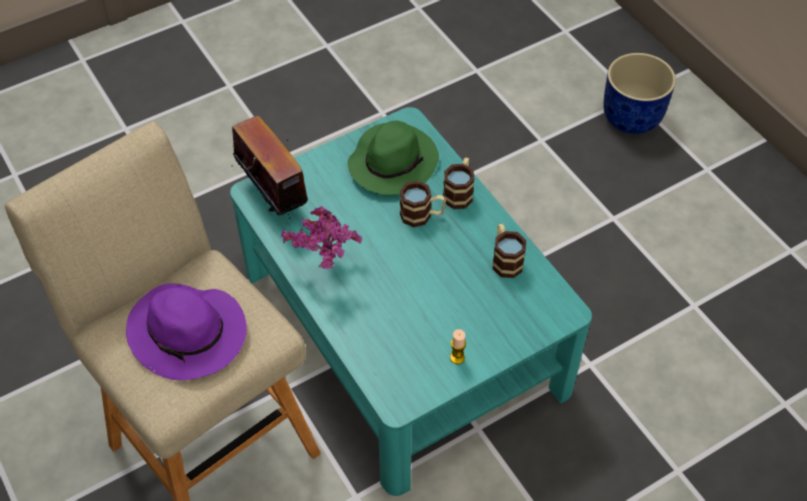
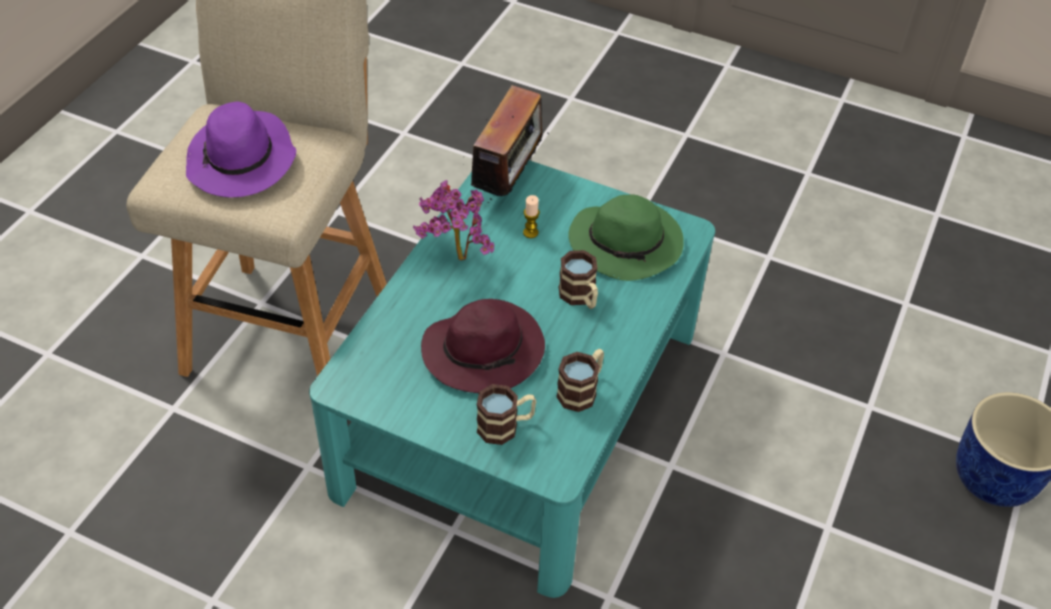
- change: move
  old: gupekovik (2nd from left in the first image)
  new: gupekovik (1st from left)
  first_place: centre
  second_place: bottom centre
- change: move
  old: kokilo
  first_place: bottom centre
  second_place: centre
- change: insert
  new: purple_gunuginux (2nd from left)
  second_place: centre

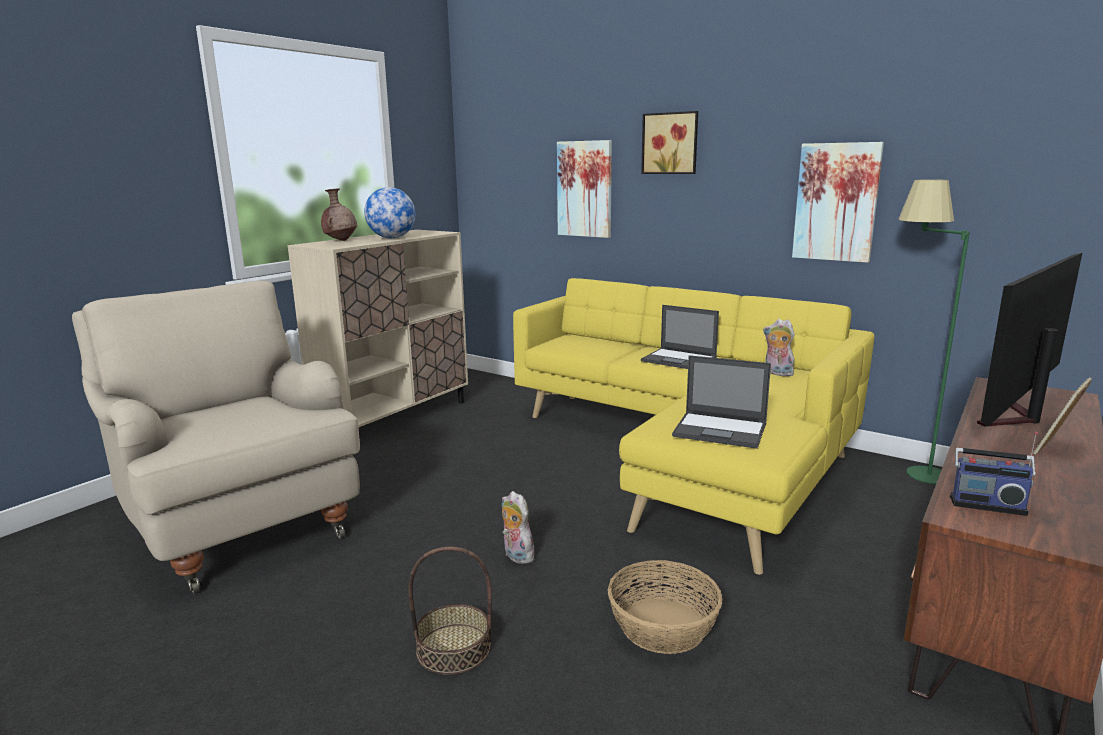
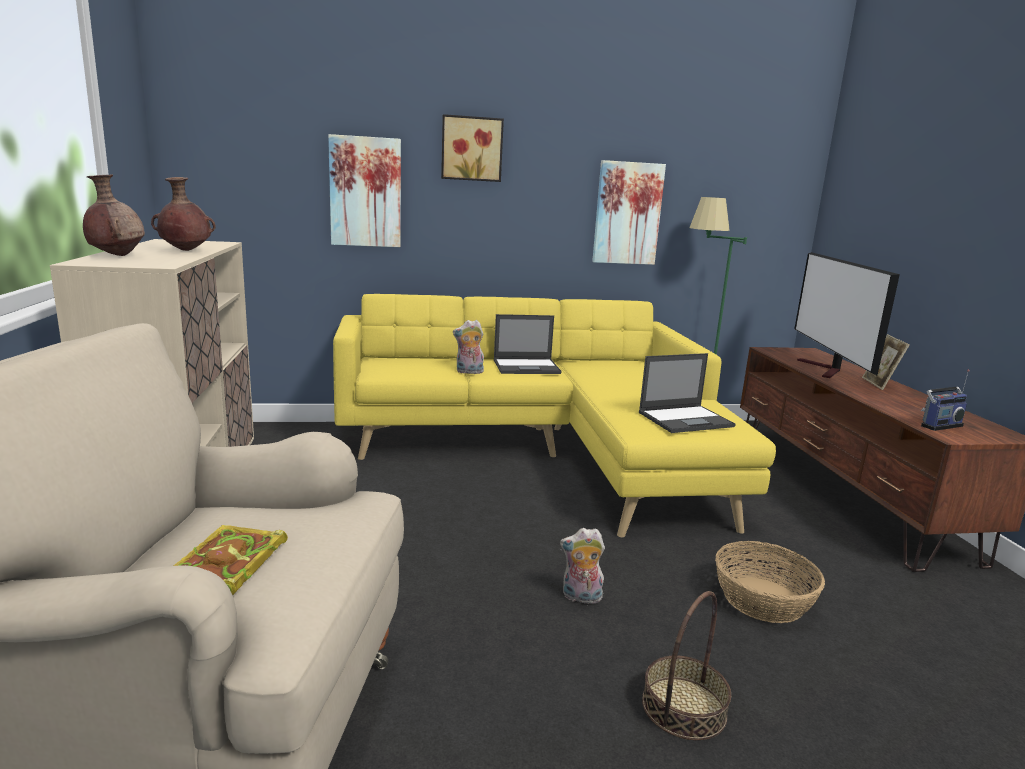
- change: replace
  old: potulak
  new: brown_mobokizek (2nd from left)
  first_place: top centre
  second_place: top left
- change: move
  old: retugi (2nd from left in the first image)
  new: retugi (1st from left)
  first_place: middle right
  second_place: centre
- change: insert
  new: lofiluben
  second_place: bottom left

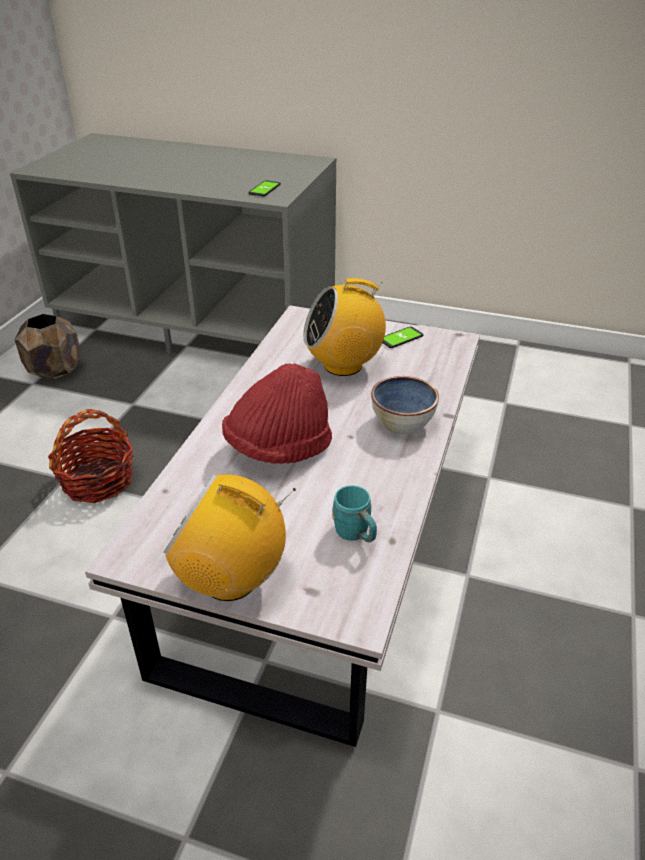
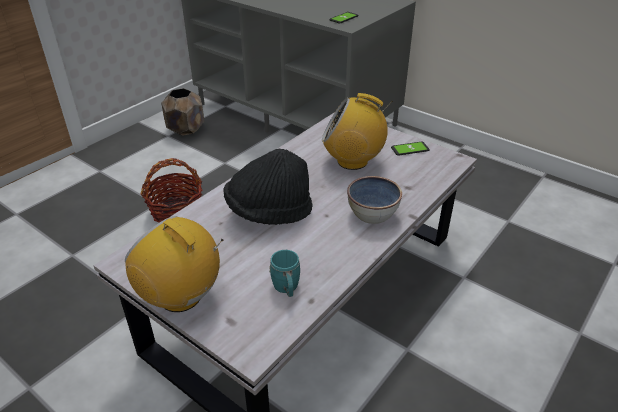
- change: recolor
  old: red_gunuginux
  new: black_gunuginux
  first_place: centre
  second_place: centre

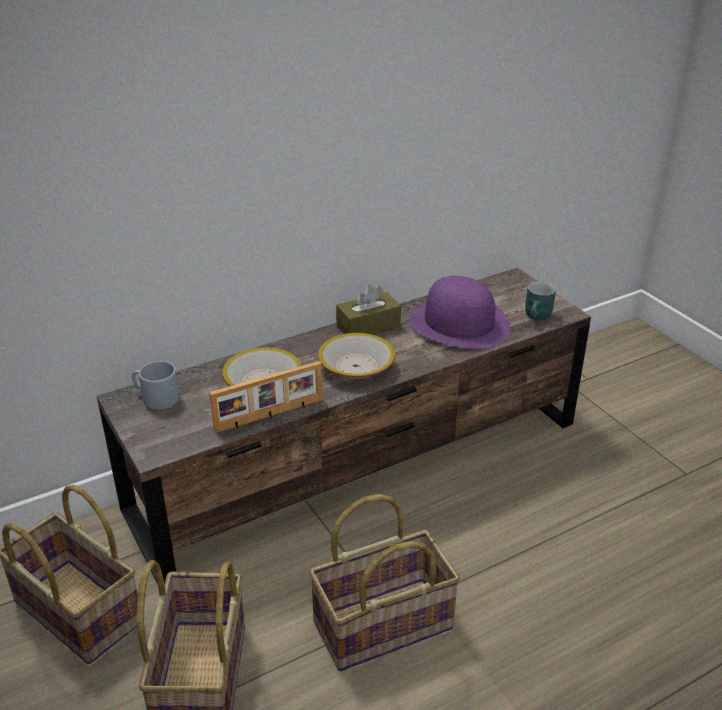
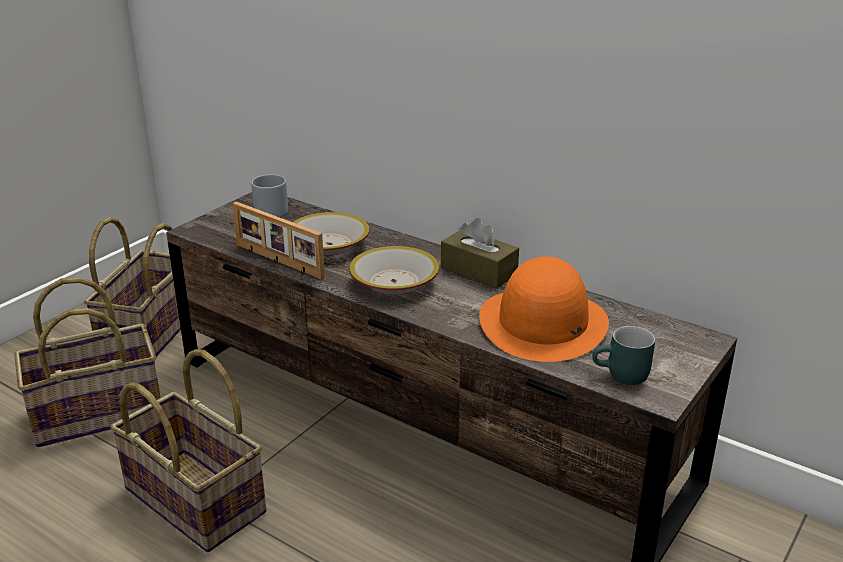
- change: recolor
  old: purple_gunuginux
  new: orange_gunuginux
  first_place: centre
  second_place: centre

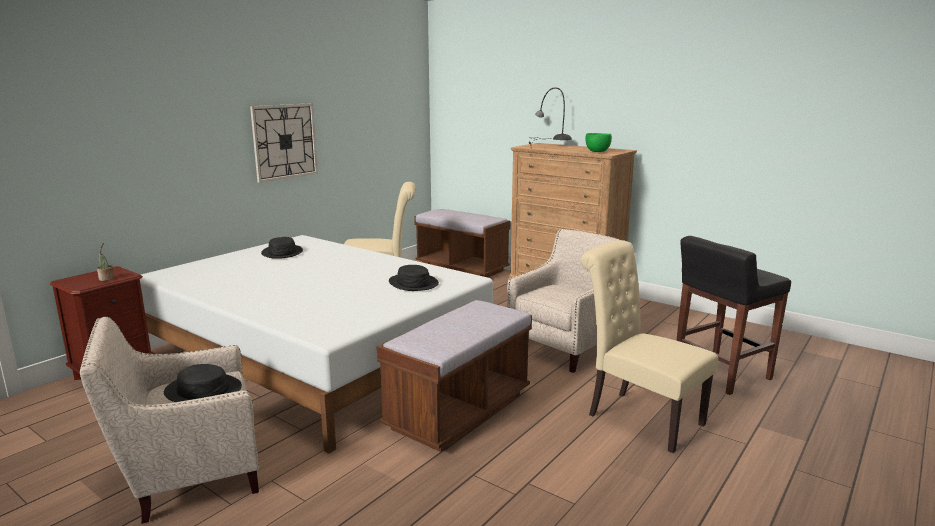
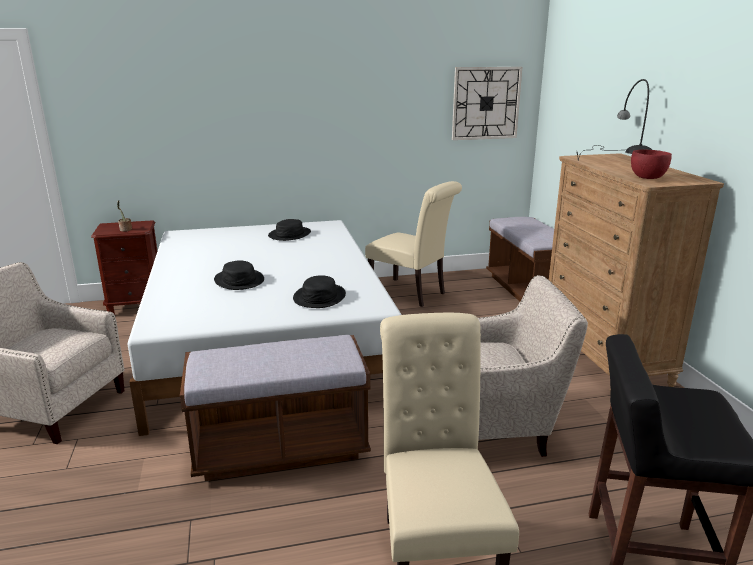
- change: move
  old: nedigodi
  first_place: top left
  second_place: top centre
- change: recolor
  old: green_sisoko
  new: red_sisoko
  first_place: top centre
  second_place: top right
- change: move
  old: black_gunuginux (1st from left)
  first_place: bottom left
  second_place: middle left

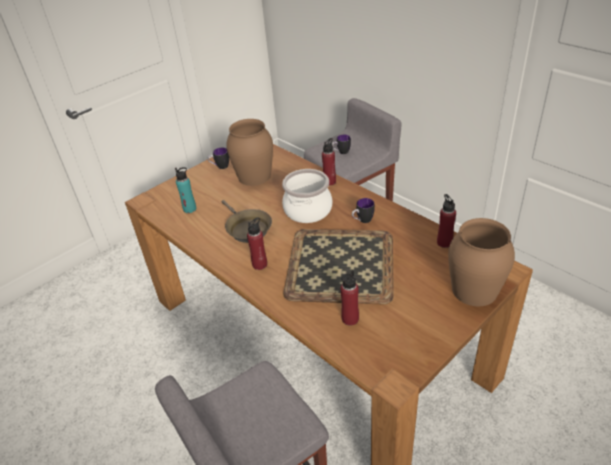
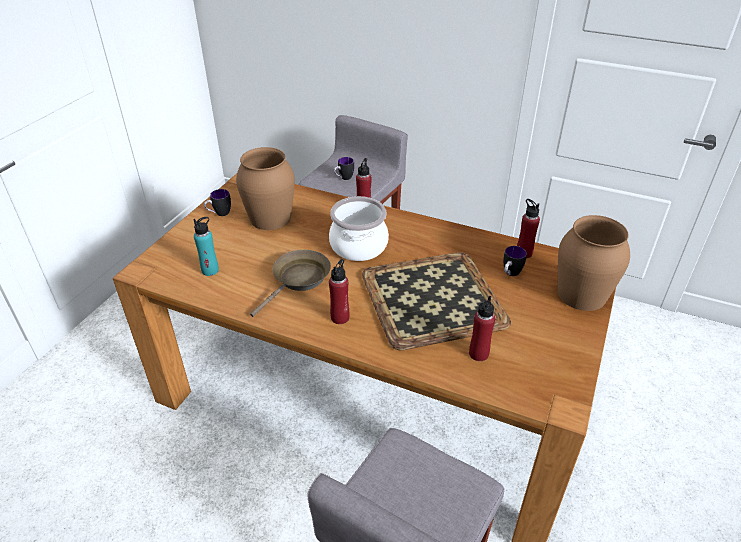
- change: move
  old: gupekovik (3rd from left)
  first_place: centre
  second_place: middle right
- change: rotate
  old: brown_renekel
  first_place: centre
  second_place: centre
  degrees: -90

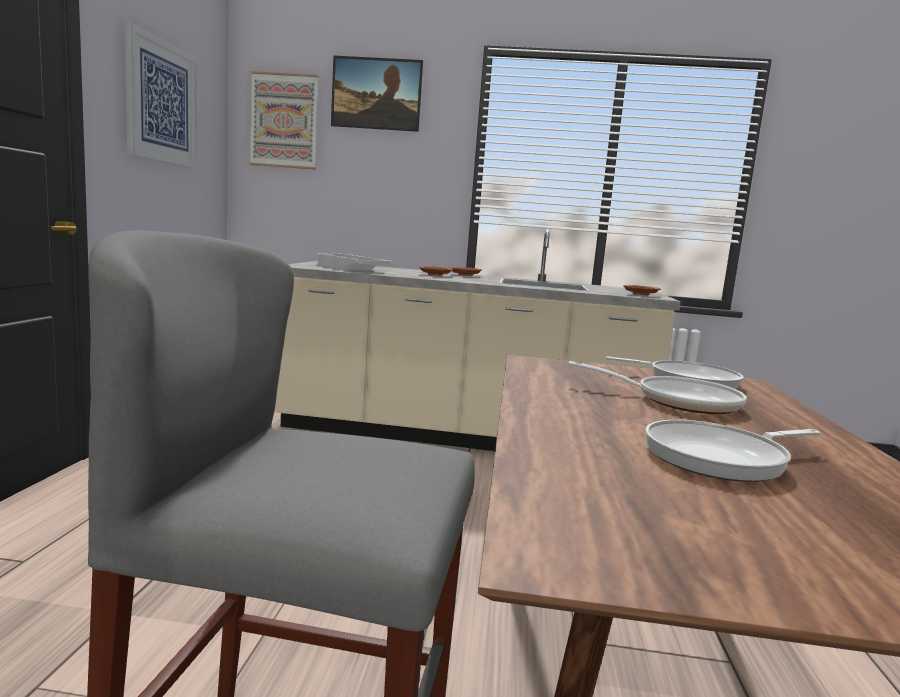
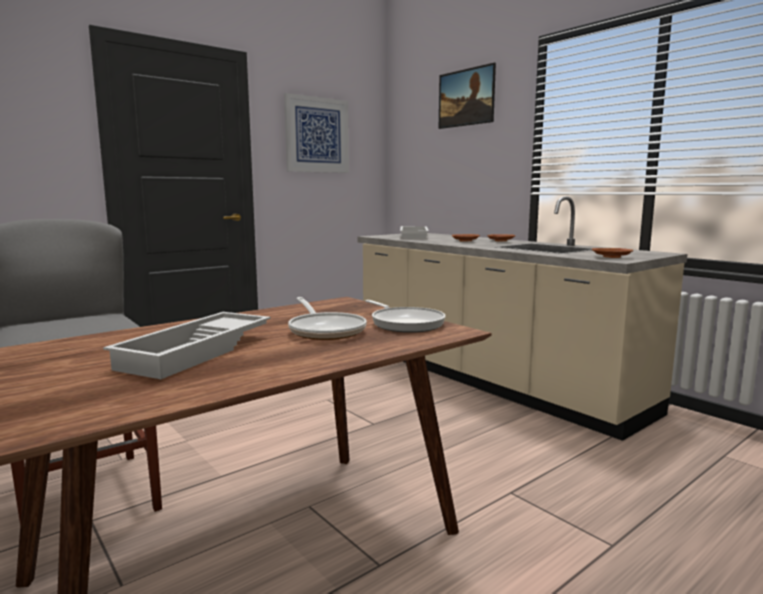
- change: delete
  old: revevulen (2nd from left)
  first_place: top left
- change: replace
  old: renekel (3rd from left)
  new: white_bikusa (1st from left)
  first_place: middle right
  second_place: middle left

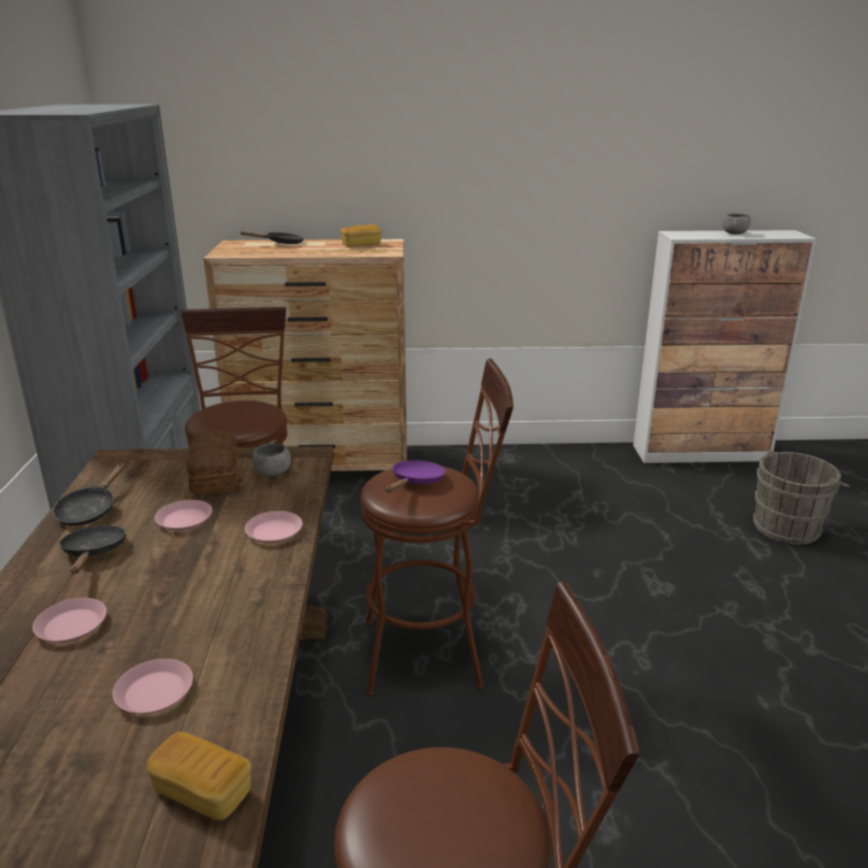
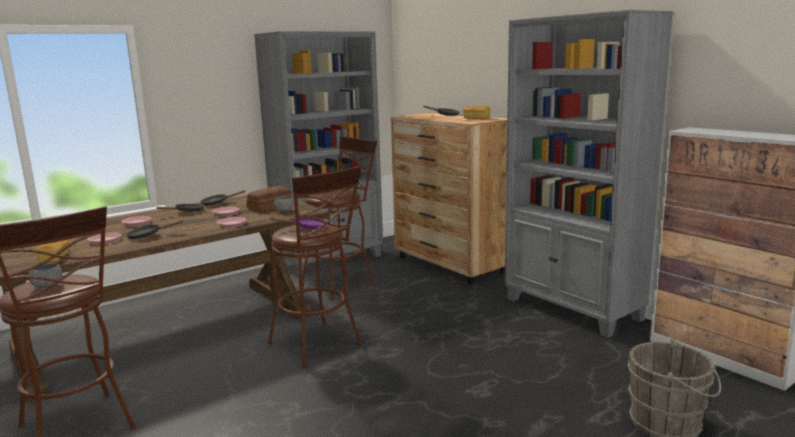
- change: move
  old: grey_sisoko (2nd from left in the first image)
  new: grey_sisoko (1st from left)
  first_place: top right
  second_place: middle left
- change: insert
  new: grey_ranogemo (2nd from left)
  second_place: middle right
- change: insert
  new: black_renekel (1st from left)
  second_place: middle left

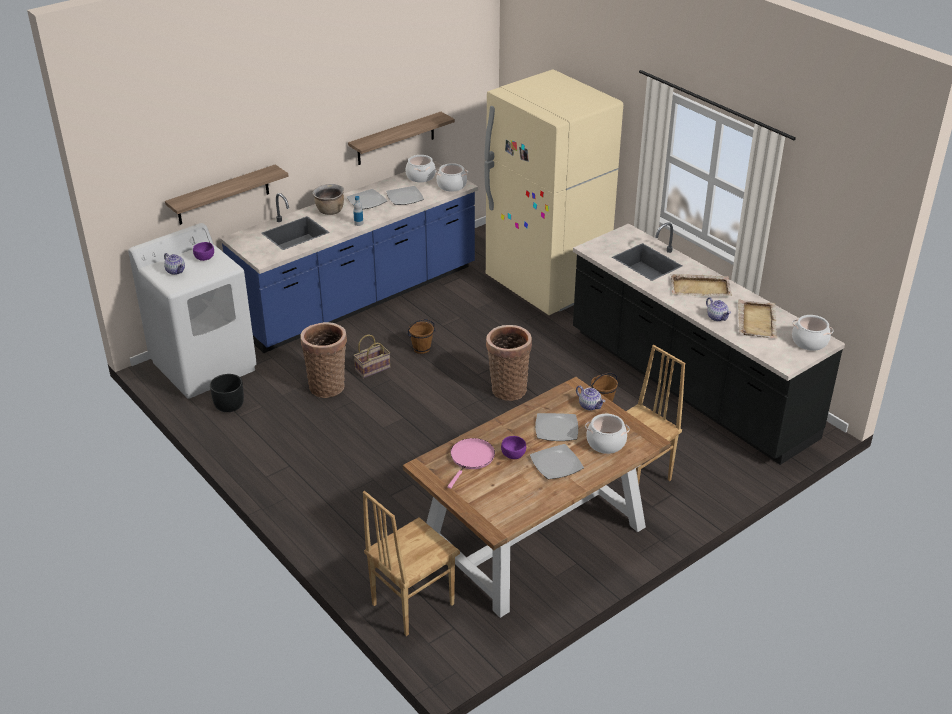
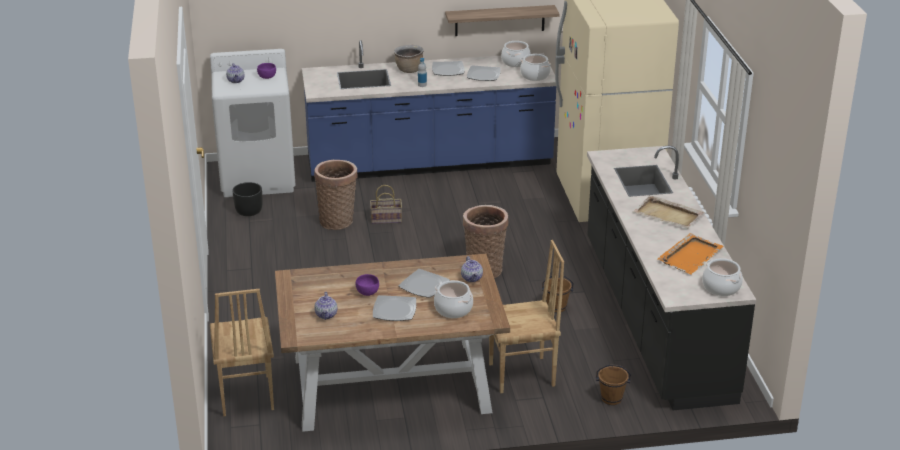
- change: delete
  old: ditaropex (1st from left)
  first_place: top left
- change: move
  old: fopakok (3rd from left in the first image)
  new: fopakok (2nd from left)
  first_place: middle right
  second_place: bottom centre
- change: recolor
  old: beige_bikusa (2nd from left)
  new: orange_bikusa
  first_place: middle right
  second_place: middle right
- change: move
  old: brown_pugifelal (1st from left in the first image)
  new: brown_pugifelal (2nd from left)
  first_place: centre
  second_place: bottom right
- change: delete
  old: pink_renekel
  first_place: centre
- change: rotate
  old: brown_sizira (1st from left)
  first_place: bottom centre
  second_place: bottom left
  degrees: -90

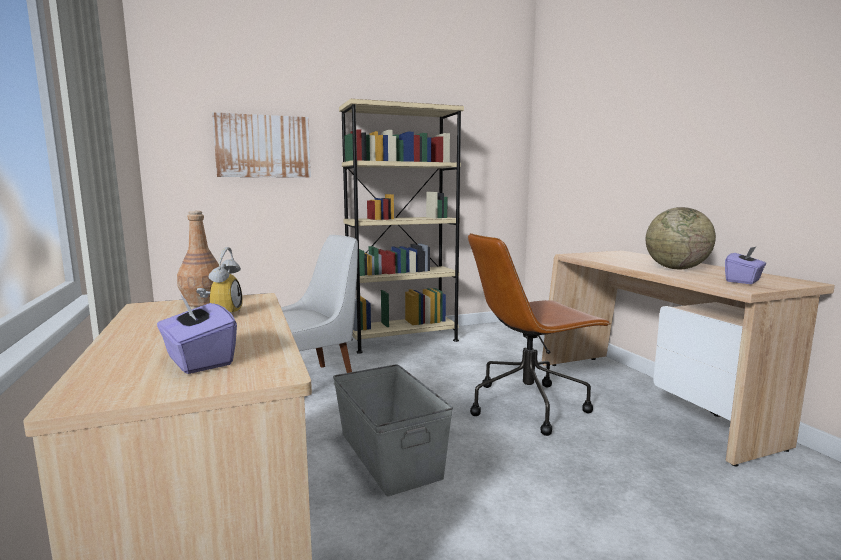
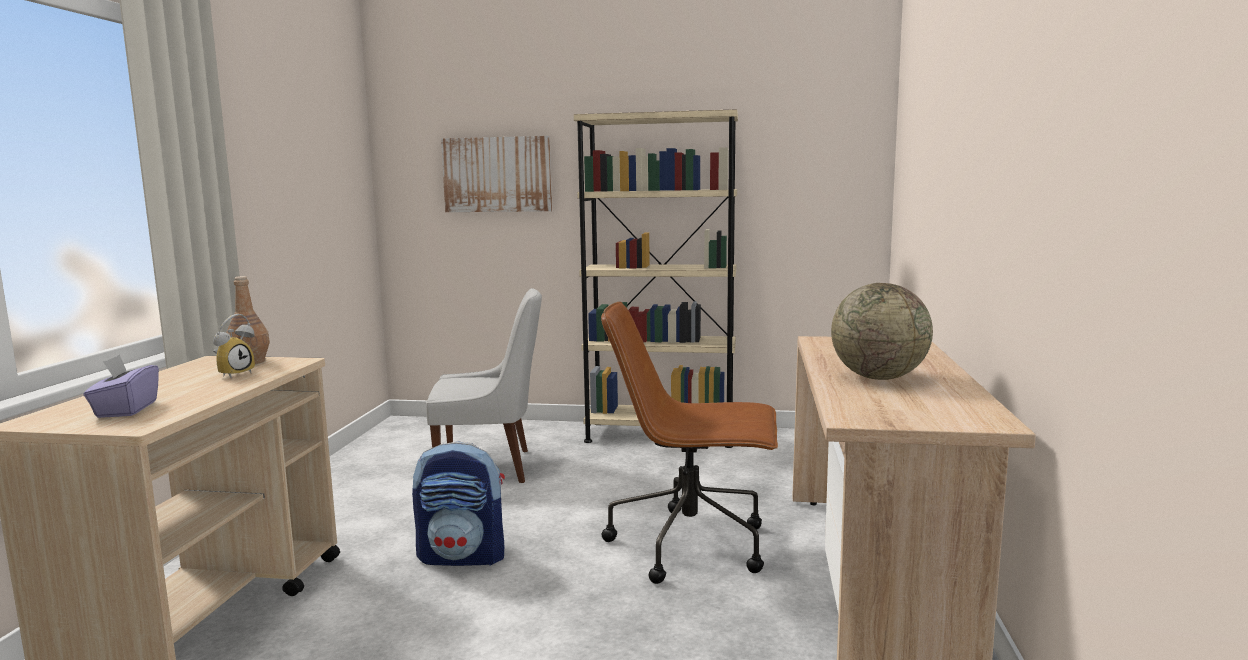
- change: delete
  old: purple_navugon (2nd from left)
  first_place: middle right
- change: replace
  old: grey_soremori
  new: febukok
  first_place: bottom centre
  second_place: bottom centre

